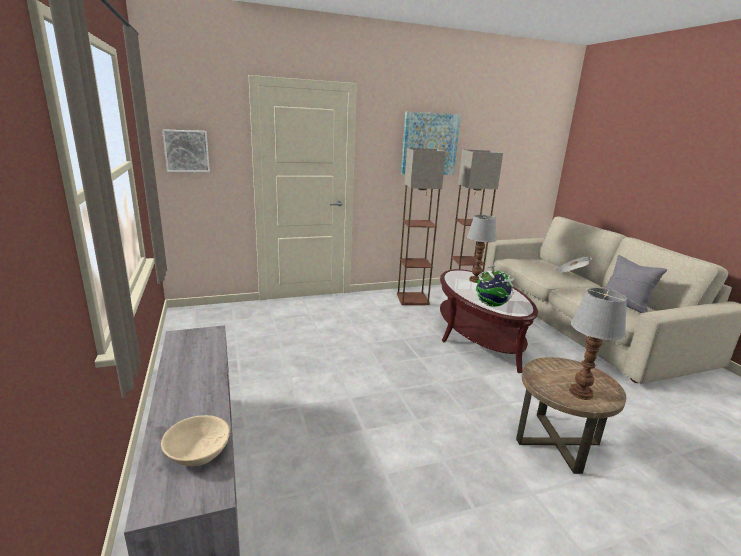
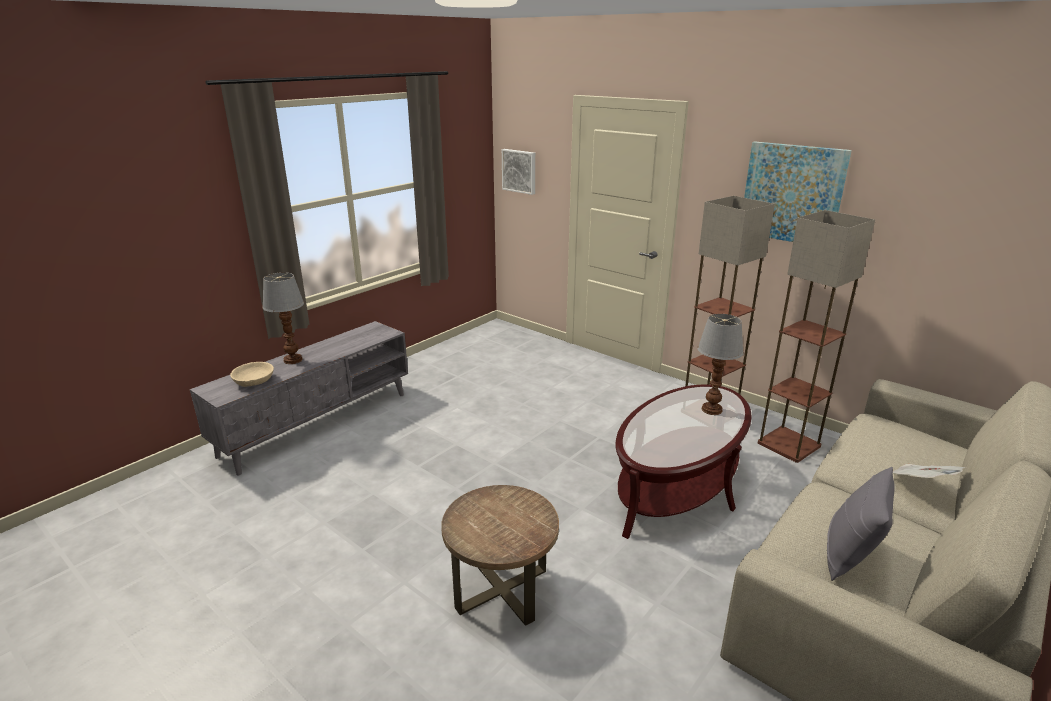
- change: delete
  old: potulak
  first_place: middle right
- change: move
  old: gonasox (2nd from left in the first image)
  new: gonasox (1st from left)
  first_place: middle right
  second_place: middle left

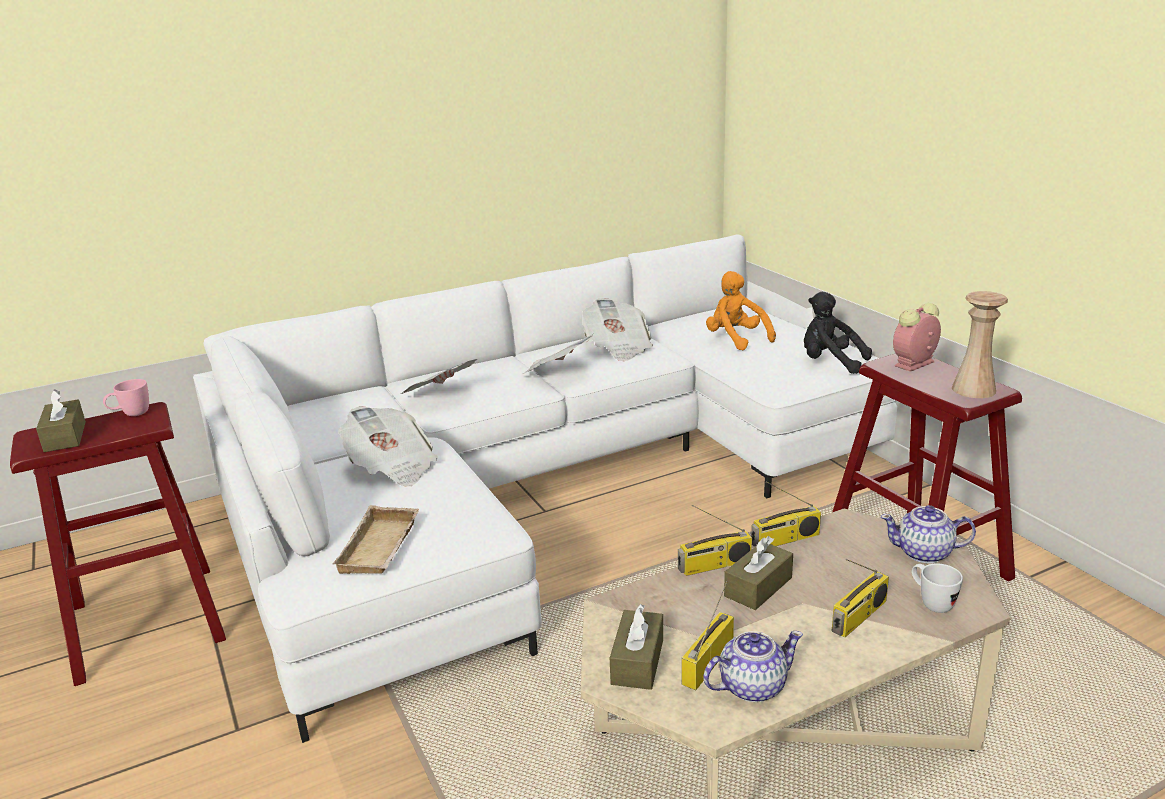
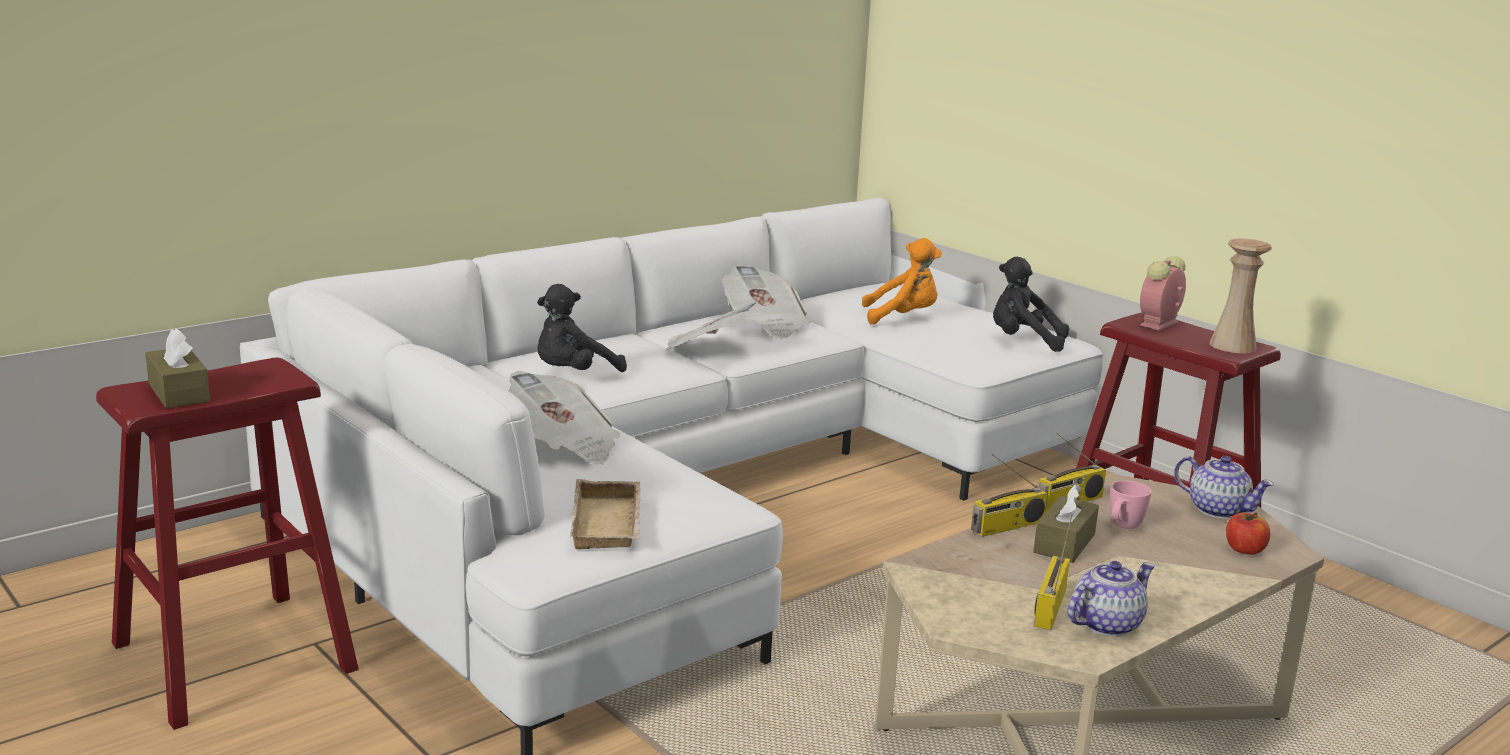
- change: rotate
  old: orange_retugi
  first_place: centre
  second_place: centre
  degrees: 135
- change: replace
  old: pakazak (2nd from left)
  new: black_retugi (1st from left)
  first_place: centre
  second_place: centre
- change: move
  old: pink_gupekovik
  first_place: middle left
  second_place: bottom right
- change: rotate
  old: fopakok (2nd from left)
  first_place: bottom right
  second_place: middle right
  degrees: -135
- change: delete
  old: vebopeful (4th from left)
  first_place: bottom right
- change: replace
  old: white_gupekovik
  new: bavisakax
  first_place: bottom right
  second_place: bottom right
- change: delete
  old: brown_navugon (2nd from left)
  first_place: bottom centre

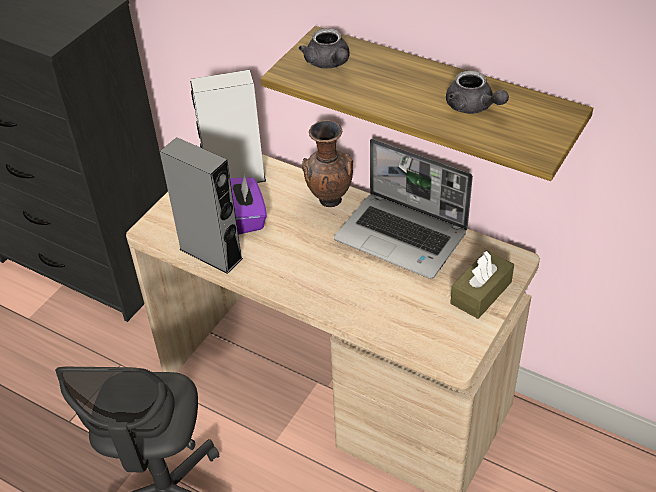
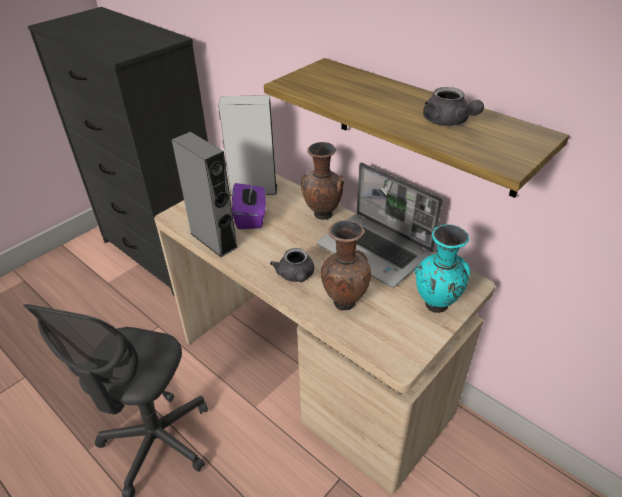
- change: move
  old: grey_fopakok (1st from left)
  first_place: top centre
  second_place: centre
- change: replace
  old: brown_navugon
  new: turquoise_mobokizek
  first_place: middle right
  second_place: middle right
- change: insert
  new: brown_mobokizek (2nd from left)
  second_place: centre

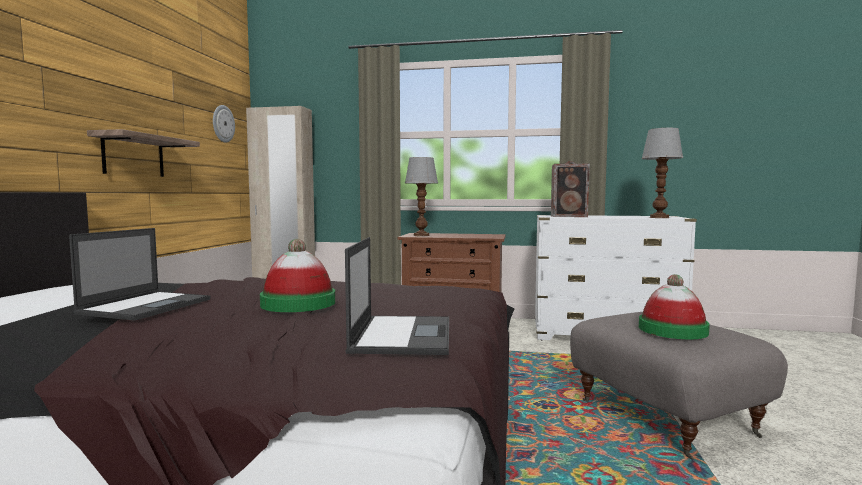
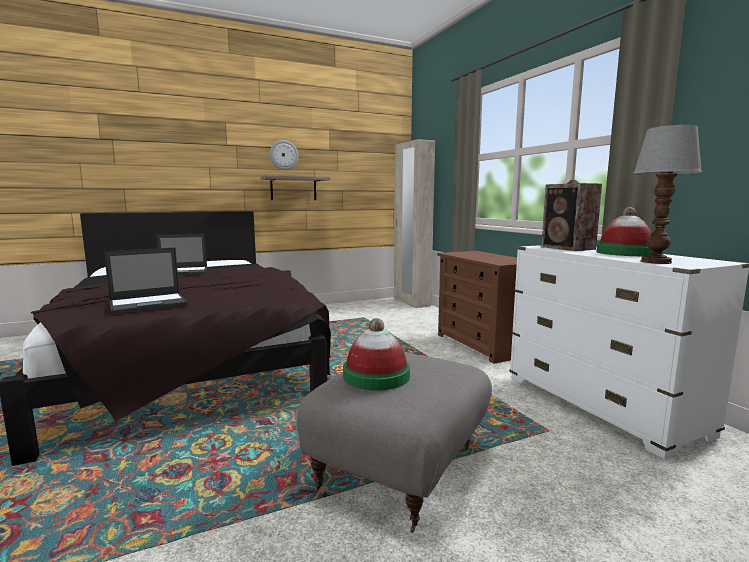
- change: move
  old: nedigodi
  first_place: top left
  second_place: top centre
- change: delete
  old: gonasox (1st from left)
  first_place: centre
- change: move
  old: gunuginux (1st from left in the first image)
  new: gunuginux (2nd from left)
  first_place: centre
  second_place: middle right

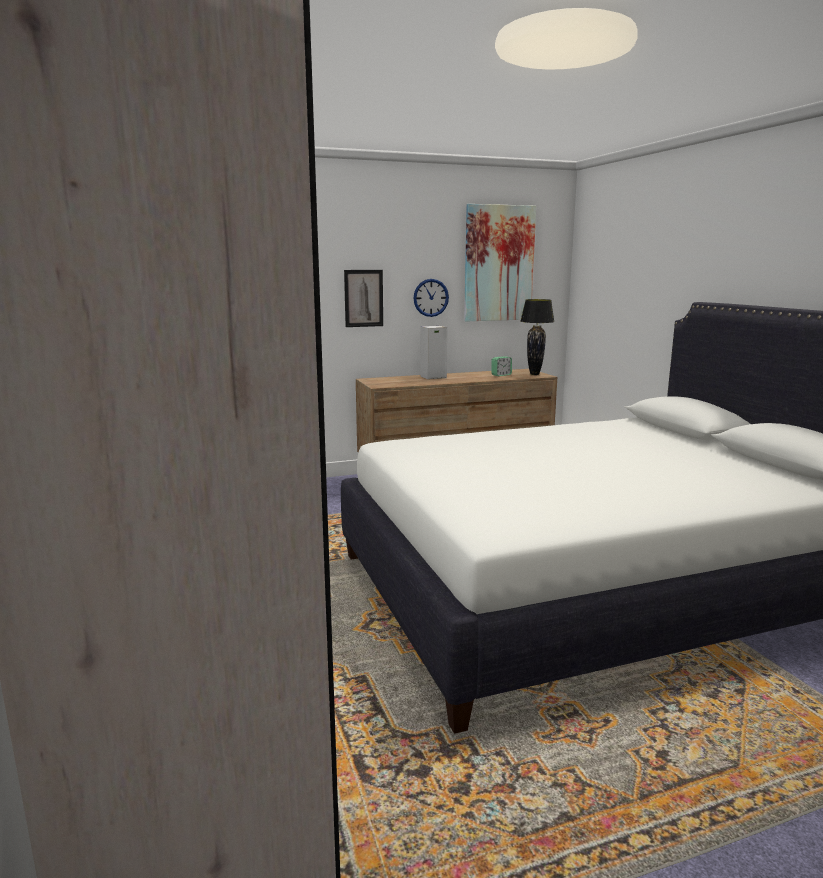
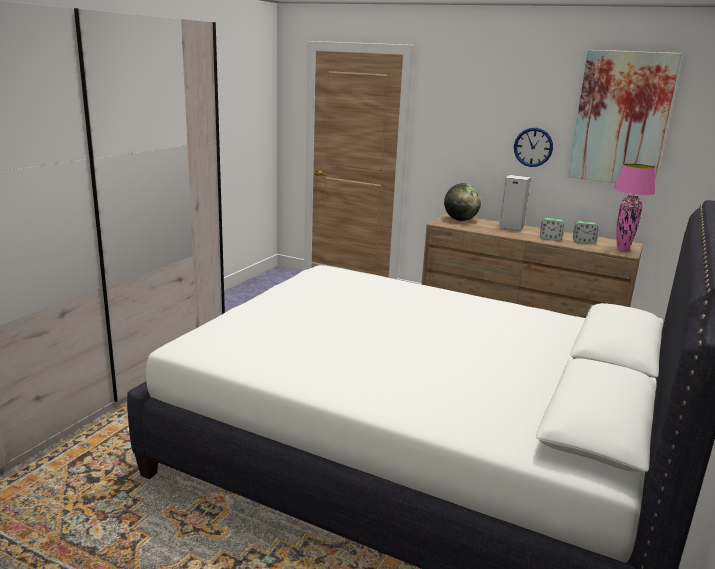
- change: delete
  old: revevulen (1st from left)
  first_place: centre
- change: recolor
  old: black_gonasox
  new: pink_gonasox
  first_place: centre
  second_place: middle right
- change: insert
  new: potulak
  second_place: centre
- change: insert
  new: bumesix (1st from left)
  second_place: middle right

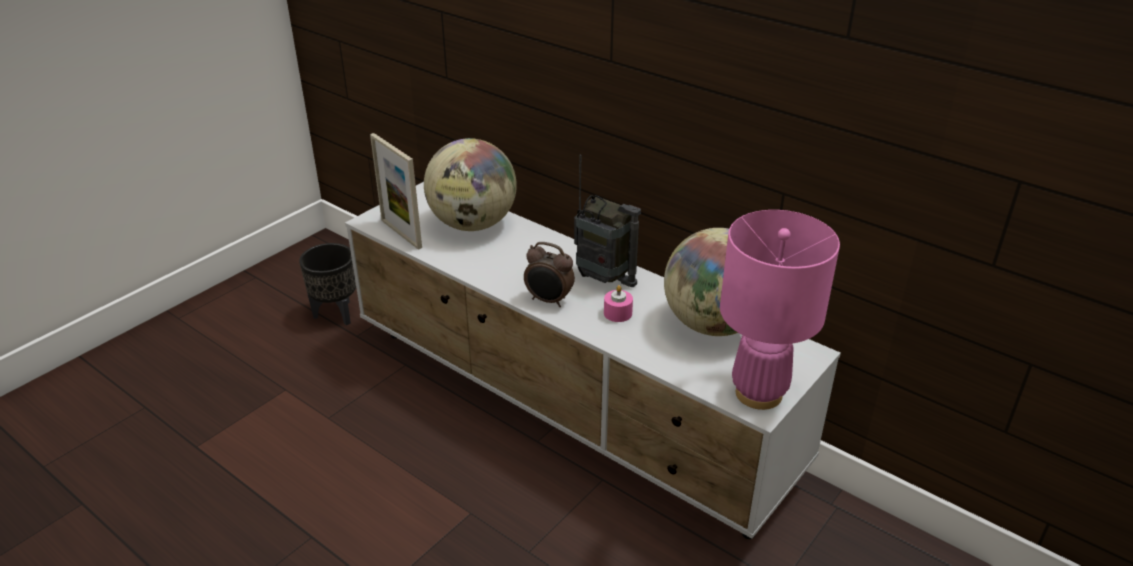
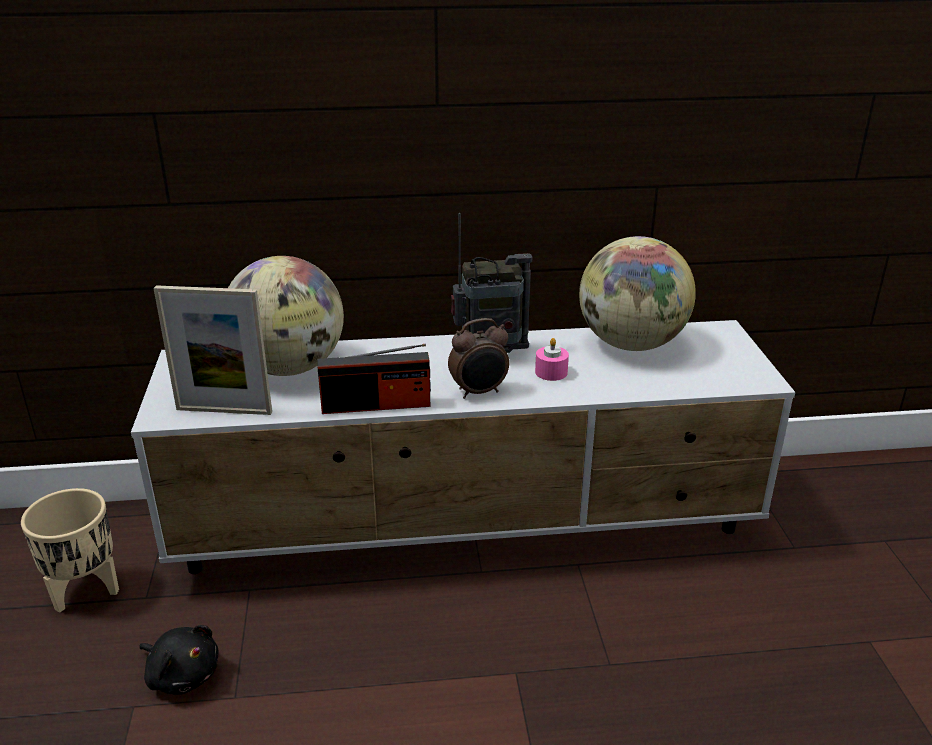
- change: delete
  old: pink_gonasox
  first_place: middle right
- change: recolor
  old: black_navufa
  new: beige_navufa
  first_place: middle left
  second_place: bottom left
- change: insert
  new: vebopeful (1st from left)
  second_place: centre
- change: insert
  new: black_retugi
  second_place: bottom left

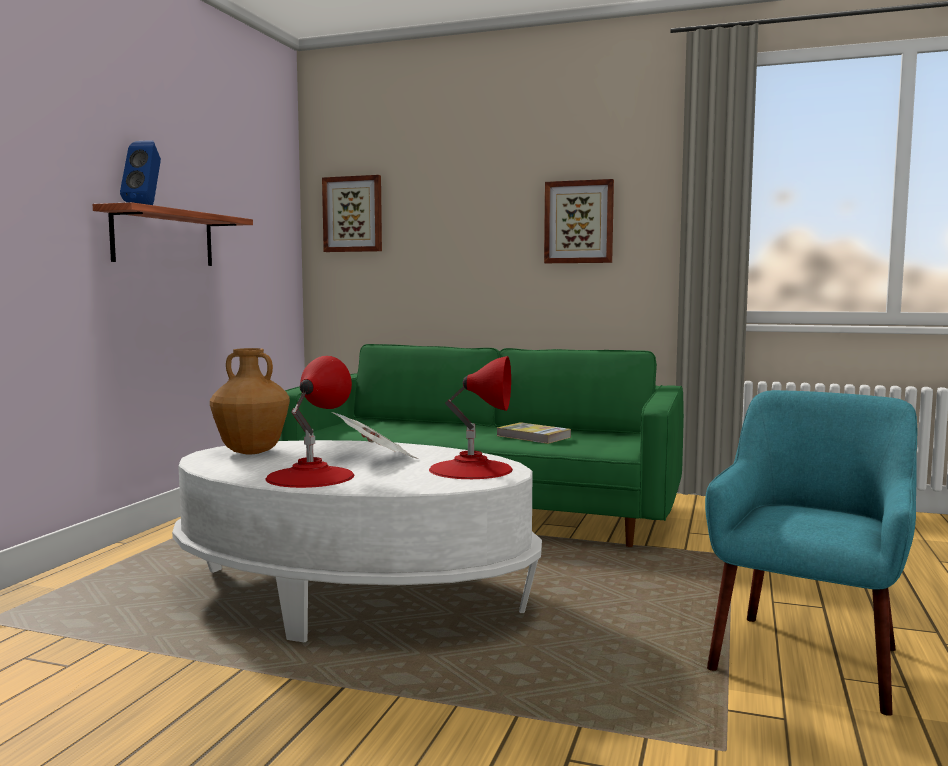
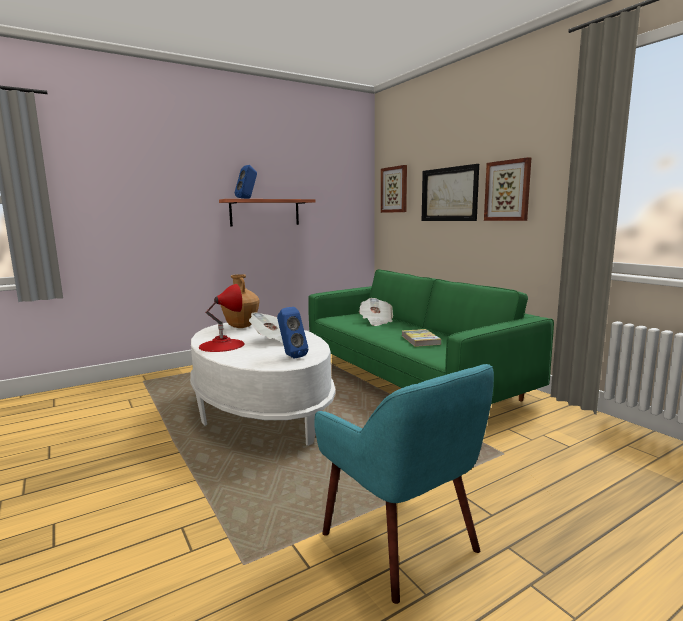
- change: replace
  old: red_gonasox (2nd from left)
  new: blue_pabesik (2nd from left)
  first_place: centre
  second_place: centre
- change: rotate
  old: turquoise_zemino
  first_place: bottom right
  second_place: bottom centre
  degrees: 75
- change: insert
  new: revevulen (2nd from left)
  second_place: top centre
- change: insert
  new: pakazak (2nd from left)
  second_place: centre

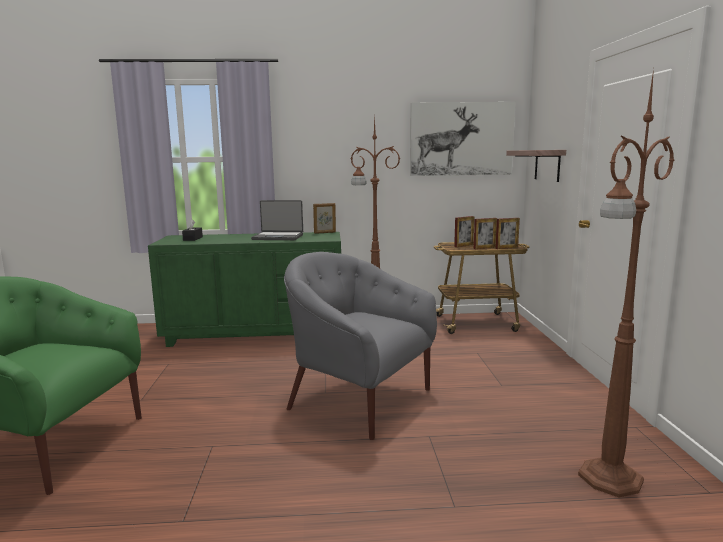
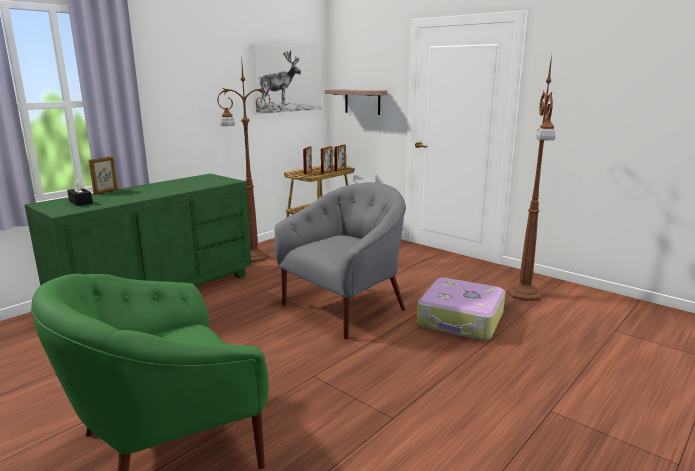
- change: delete
  old: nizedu
  first_place: centre
- change: move
  old: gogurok (1st from left)
  first_place: centre
  second_place: middle left
- change: rotate
  old: grey_zemino
  first_place: centre
  second_place: centre
  degrees: 150
- change: insert
  new: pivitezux
  second_place: centre

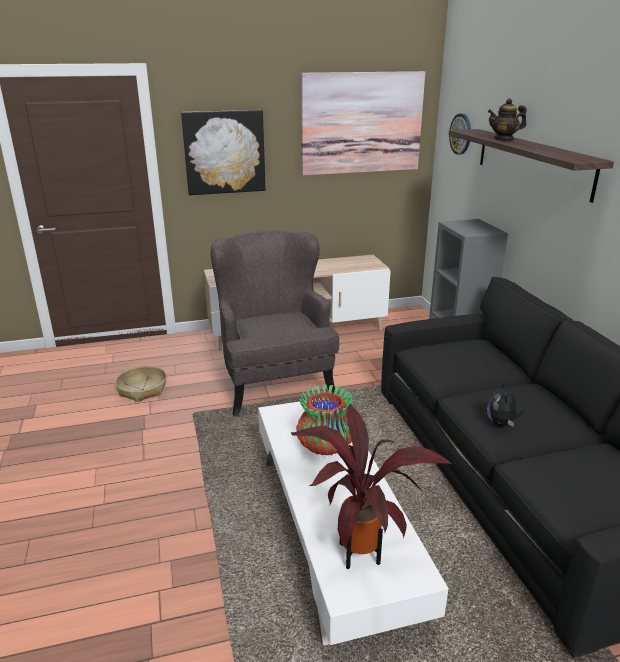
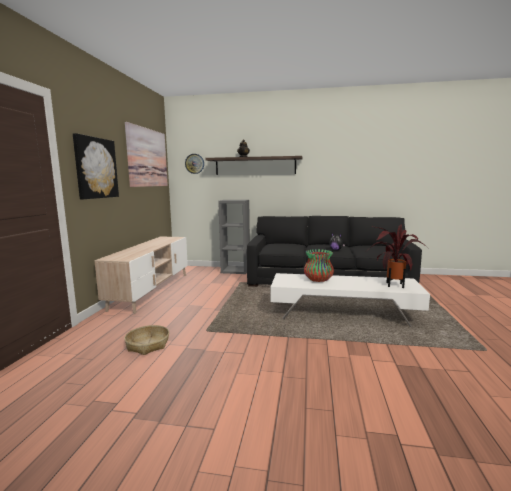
- change: delete
  old: grey_zemino
  first_place: centre

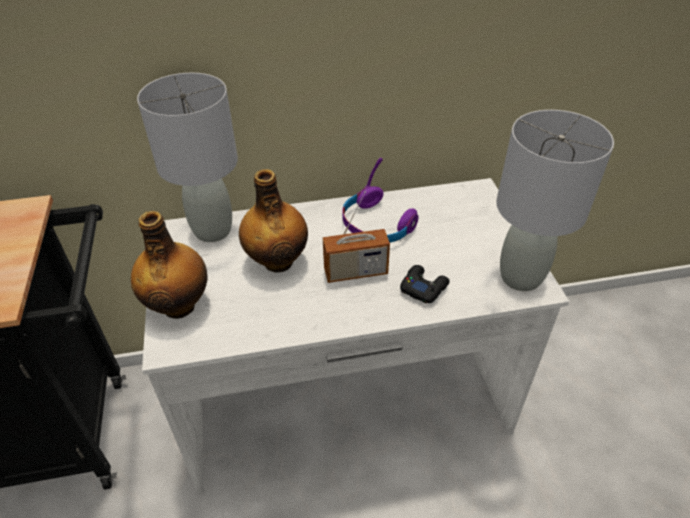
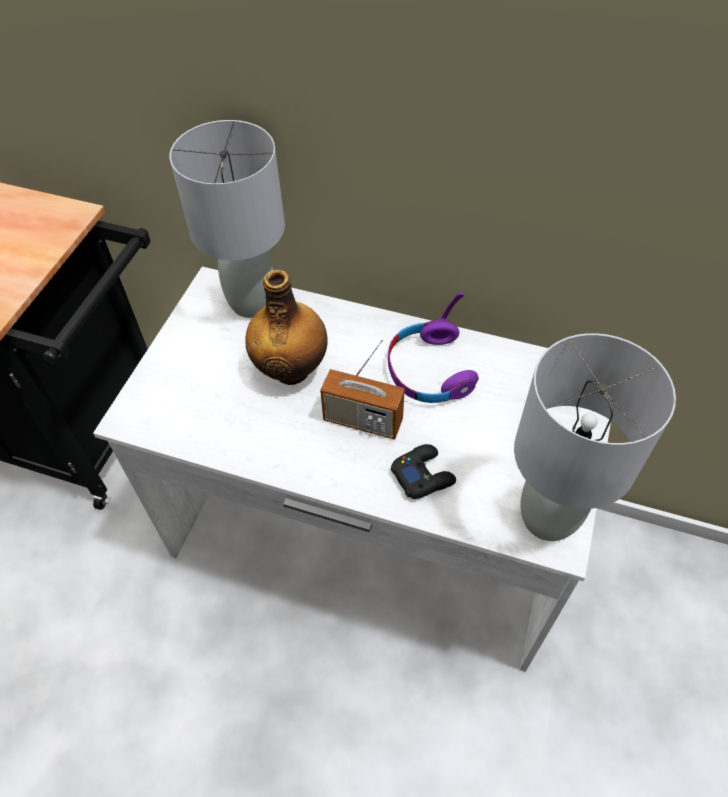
- change: delete
  old: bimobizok (1st from left)
  first_place: middle left

